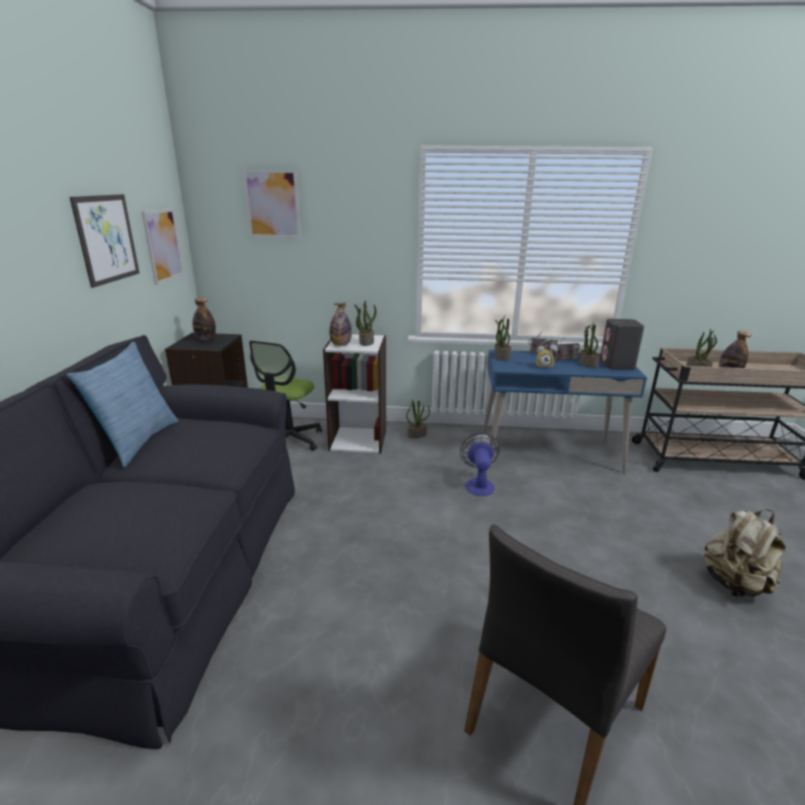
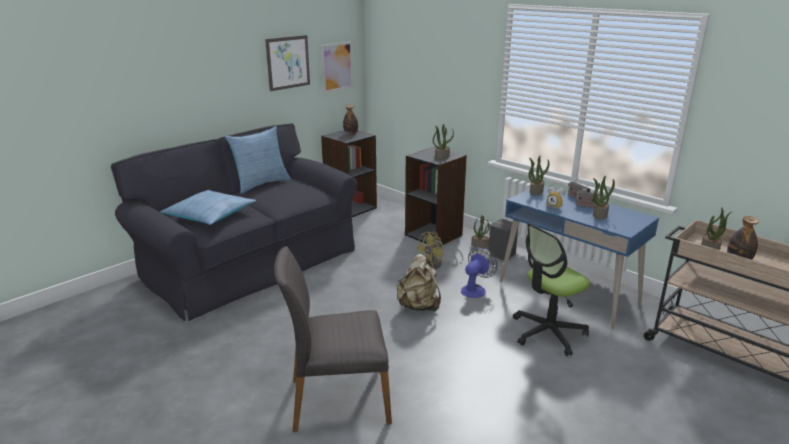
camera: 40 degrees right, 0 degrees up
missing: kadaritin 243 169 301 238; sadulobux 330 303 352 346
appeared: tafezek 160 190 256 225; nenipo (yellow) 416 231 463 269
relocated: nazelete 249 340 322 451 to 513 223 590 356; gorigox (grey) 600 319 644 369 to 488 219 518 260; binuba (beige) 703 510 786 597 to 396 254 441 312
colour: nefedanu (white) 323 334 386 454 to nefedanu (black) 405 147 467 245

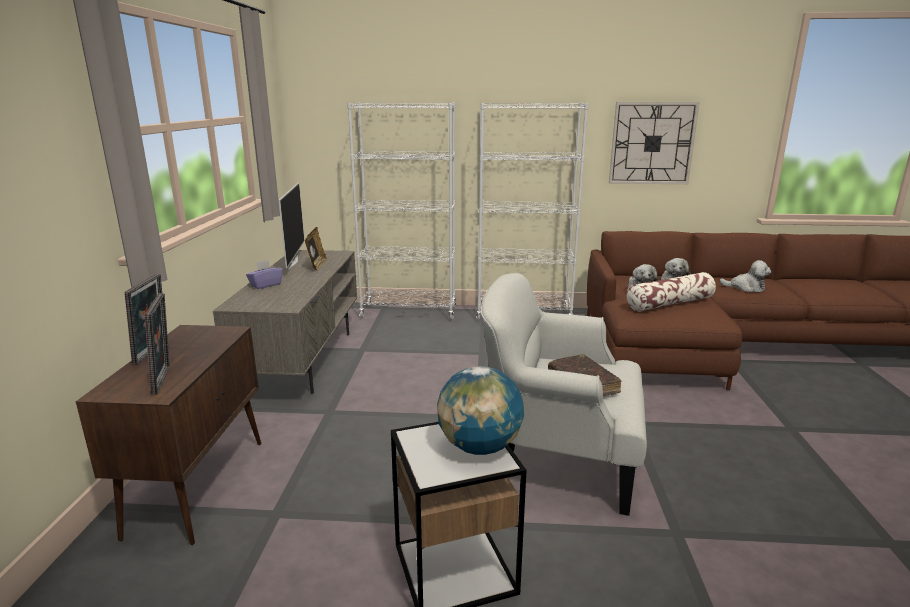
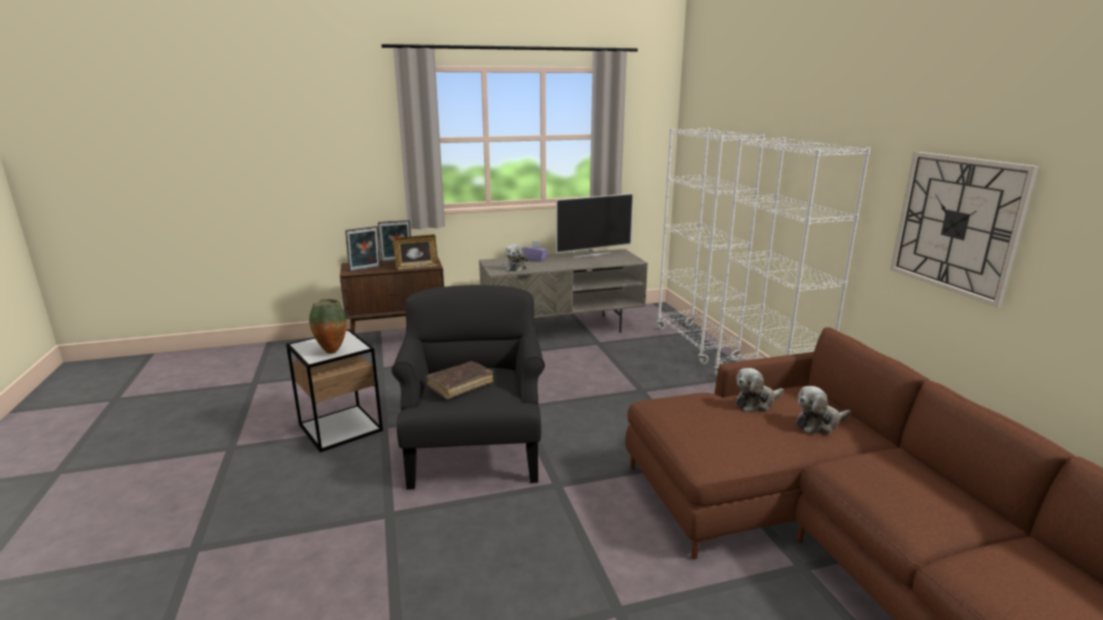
camera: 70 degrees right, 0 degrees up
missing: tafezek 627 272 716 312
relocated: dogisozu 305 227 328 271 to 393 234 439 270; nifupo 719 260 771 292 to 503 244 528 271
exchanged: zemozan 437 366 524 455 to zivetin 309 299 346 354
colour: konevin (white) 480 273 647 516 to konevin (black) 391 285 545 490

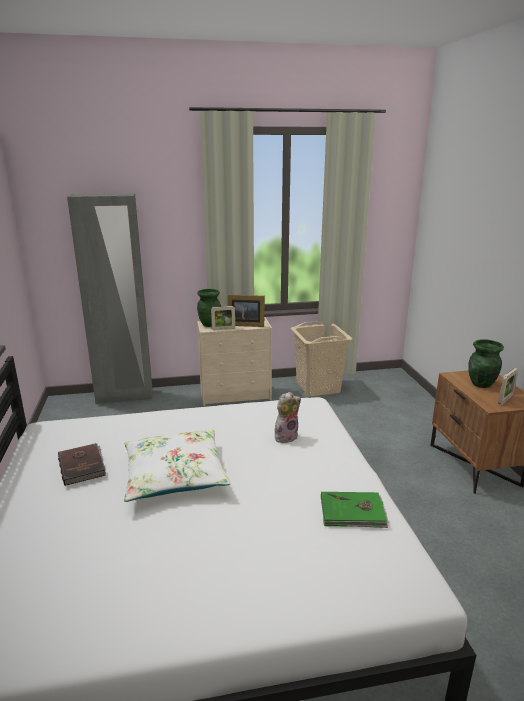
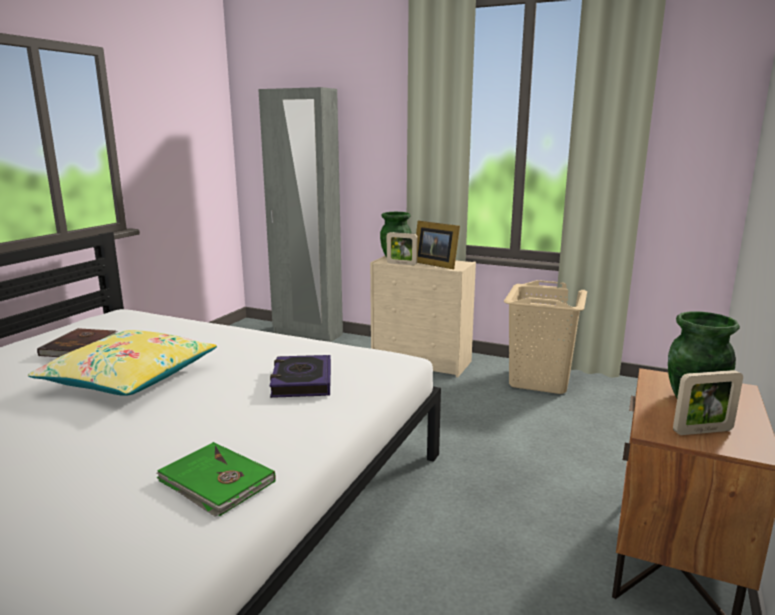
camera: 35 degrees right, 5 degrees down
exchanged: nifupo 275 392 301 443 to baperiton 270 355 331 398
colour: tafezek (white) 124 430 230 502 to tafezek (yellow) 28 330 217 396

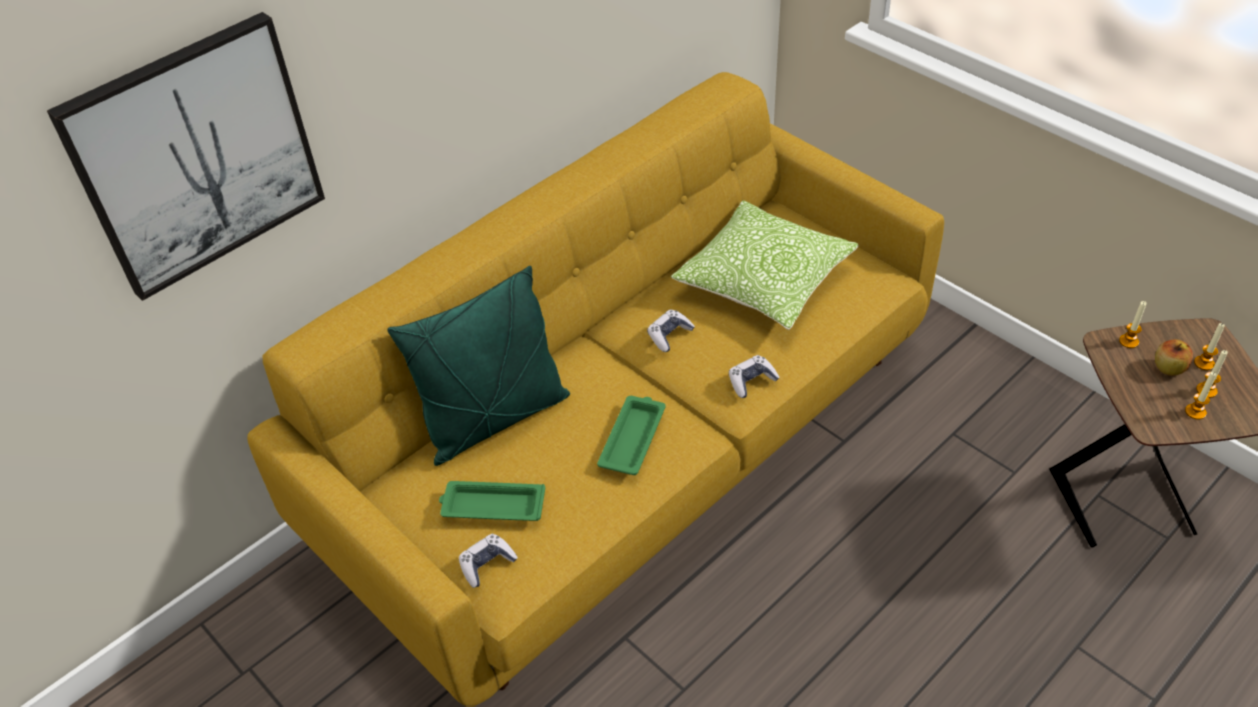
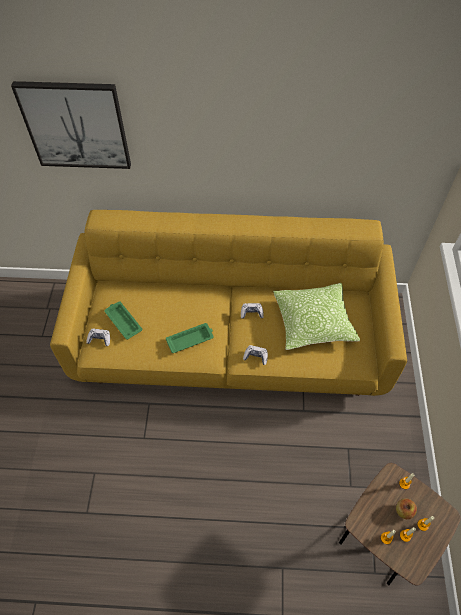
camera: 45 degrees right, 10 degrees up
missing: tafezek (green) 387 266 570 466

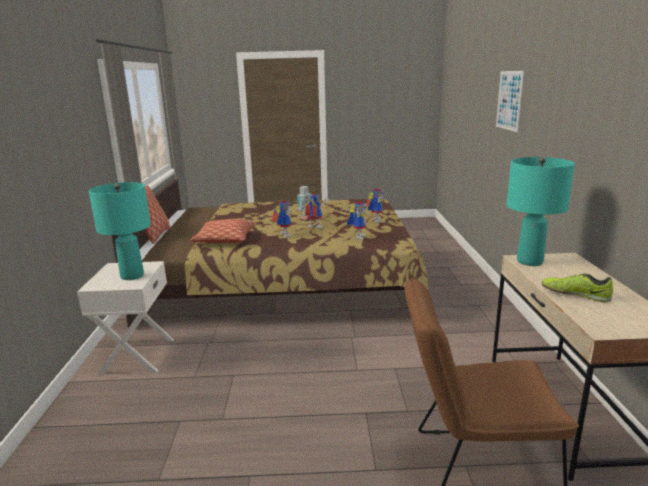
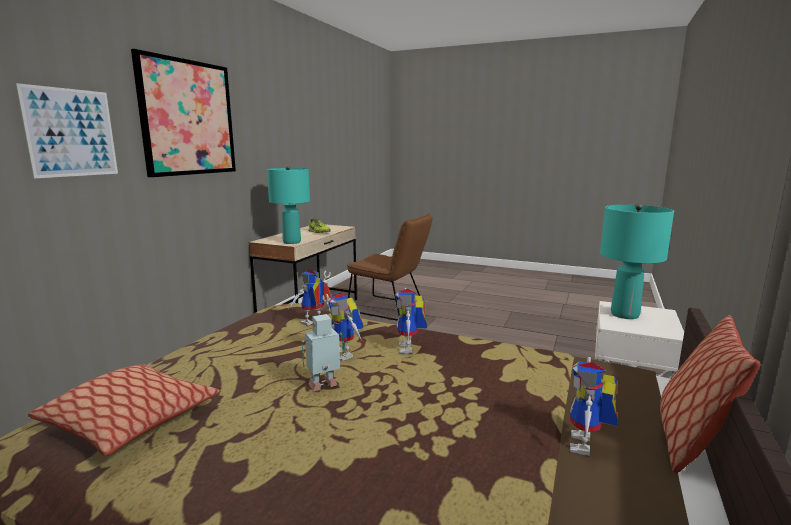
camera: 155 degrees left, 5 degrees down
appeared: kadaritin 131 49 236 177
relocated: tafezek 190 219 255 243 to 28 364 220 456; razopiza 366 189 384 223 to 570 357 618 456

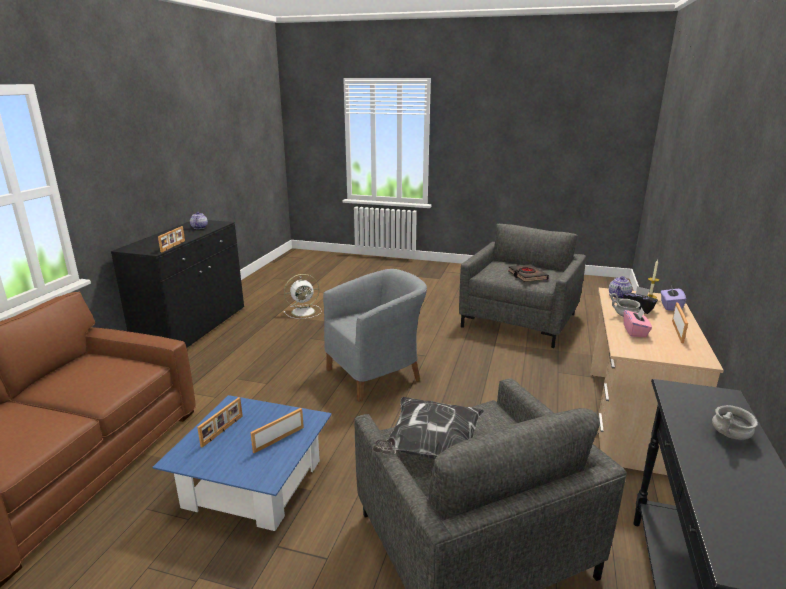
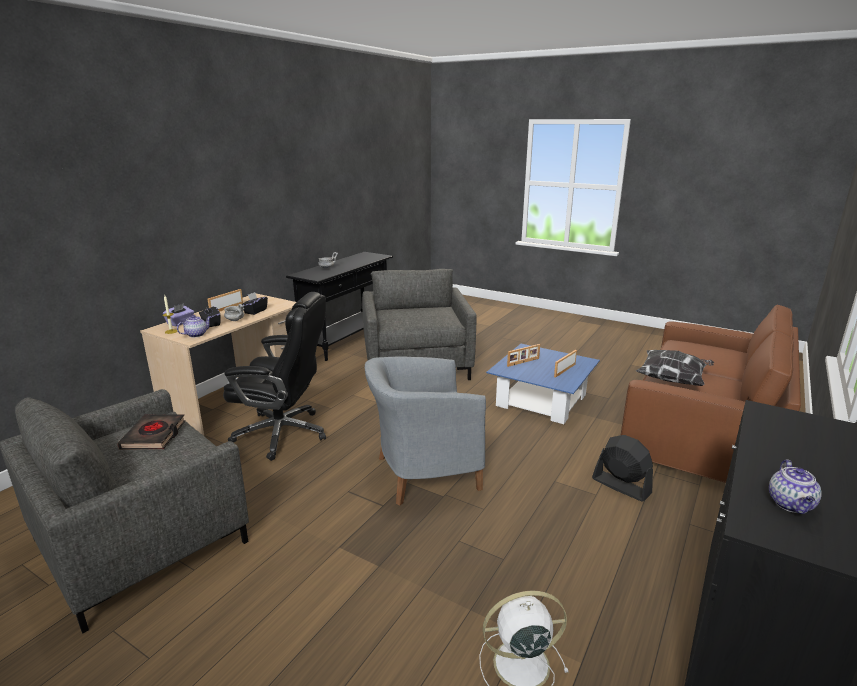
camera: 165 degrees left, 0 degrees up
missing: dogisozu 158 226 185 252
appeared: nazelete (black) 223 292 326 461; nenipo (black) 592 435 653 502
relocated: tafezek 372 397 484 459 to 636 350 714 386
colour: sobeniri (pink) 624 308 652 337 to sobeniri (black) 242 292 268 315

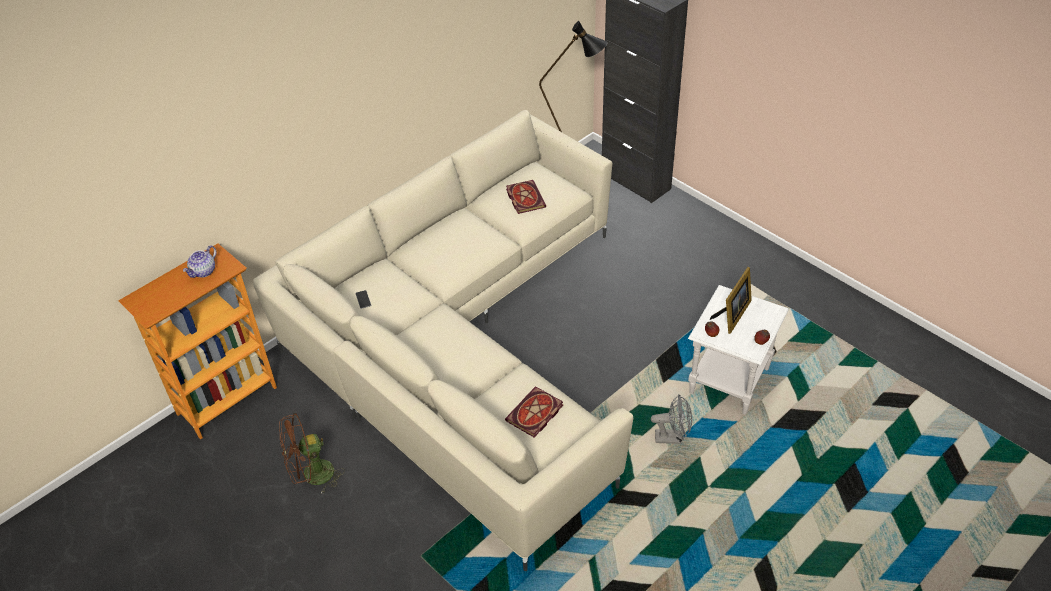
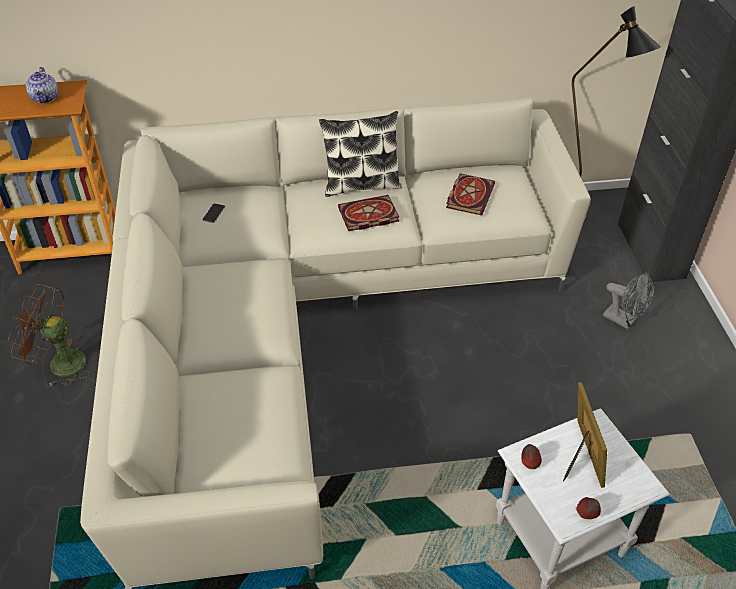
camera: 35 degrees right, 0 degrees up
appeared: tafezek 319 111 402 197
relocated: baperiton 505 386 563 437 to 338 195 399 231; nenipo (grey) 651 394 692 444 to 603 273 654 329
spun: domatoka 183 245 217 278 = 26 67 58 103 75 degrees counterclockwise; dogisozu 710 267 752 334 = 563 382 607 488 75 degrees counterclockwise

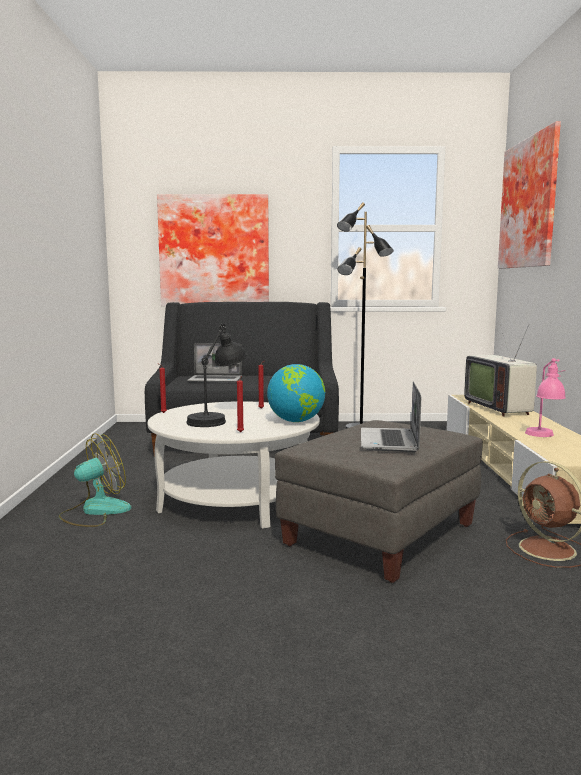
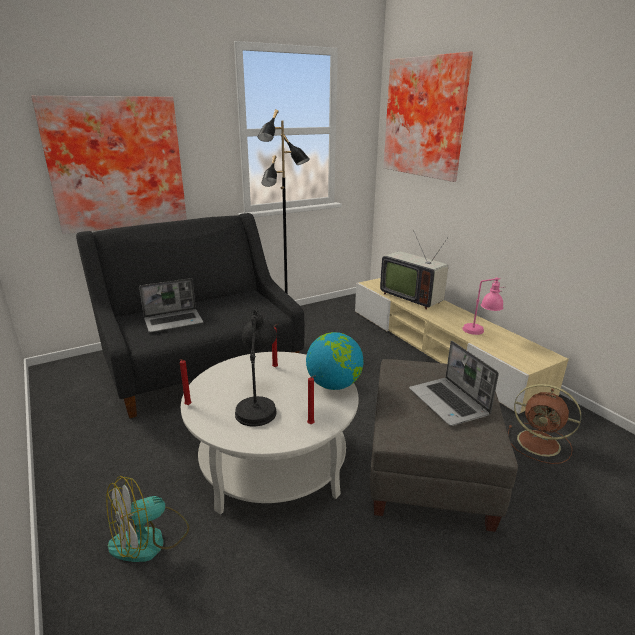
camera: 30 degrees left, 15 degrees up
spun: nenipo 59 433 131 527 = 106 476 189 562 150 degrees counterclockwise

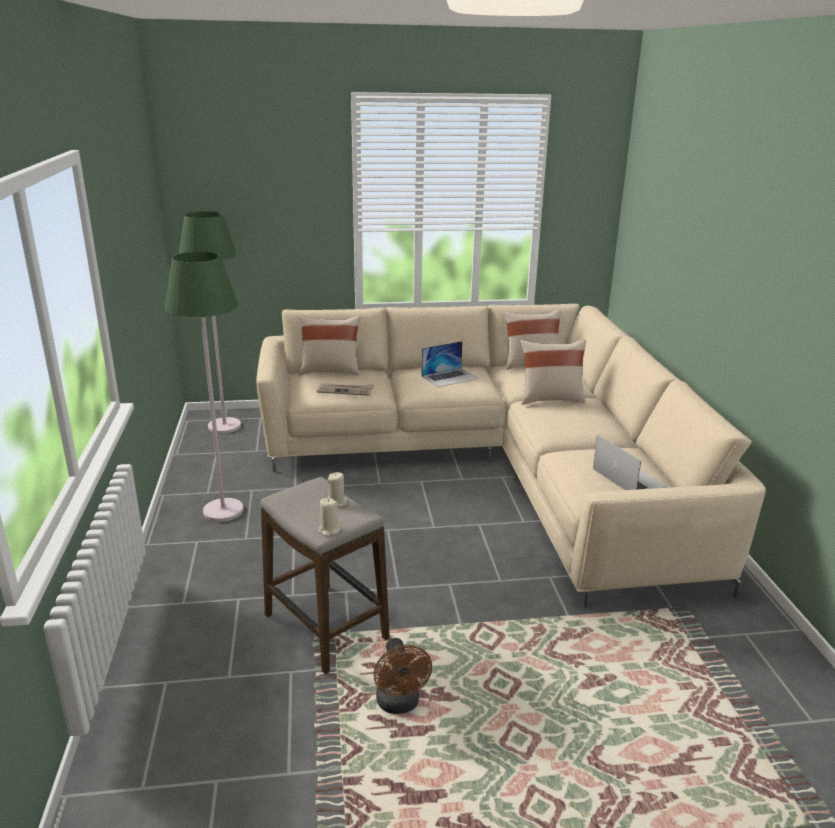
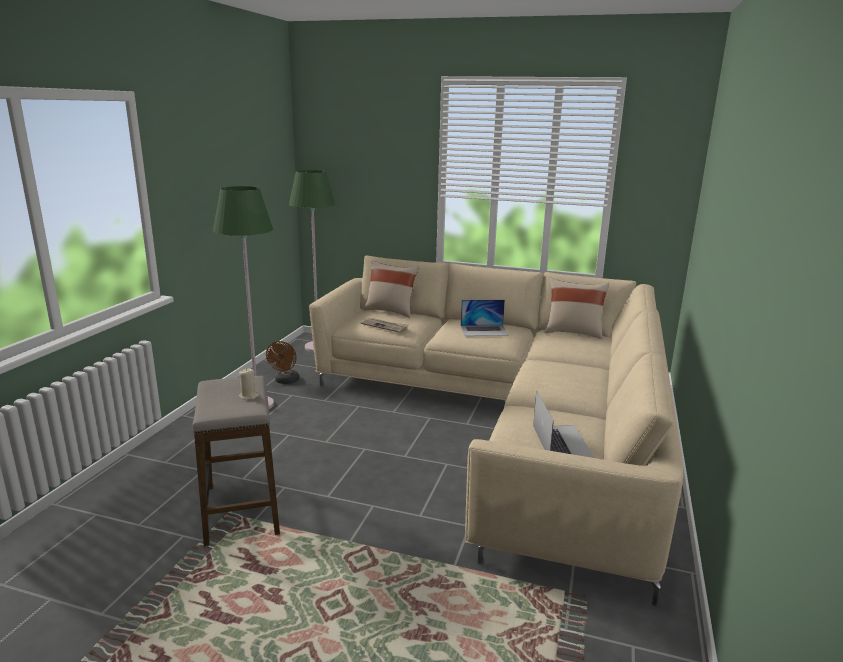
camera: 25 degrees right, 5 degrees down
missing: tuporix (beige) 318 498 341 536; tafezek (beige) 520 339 586 405
relocated: nenipo (brown) 374 638 432 714 to 266 341 299 384

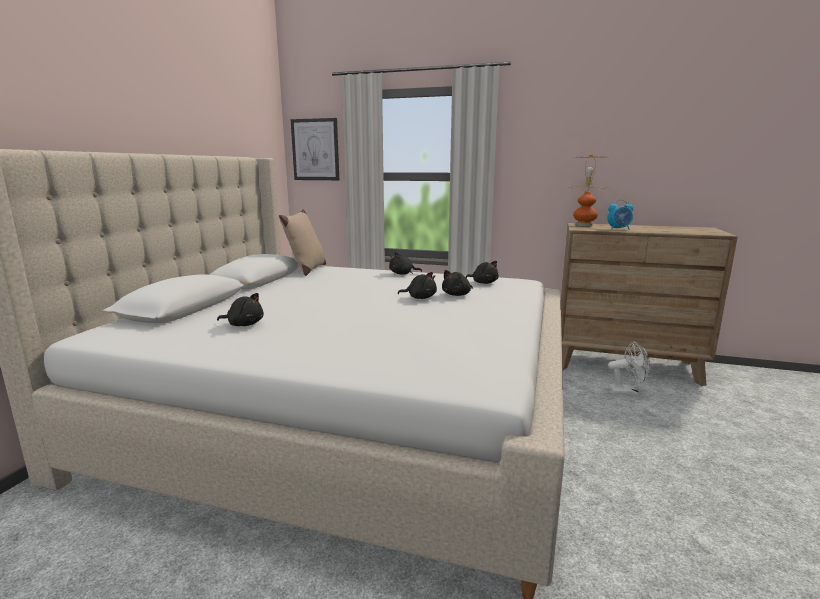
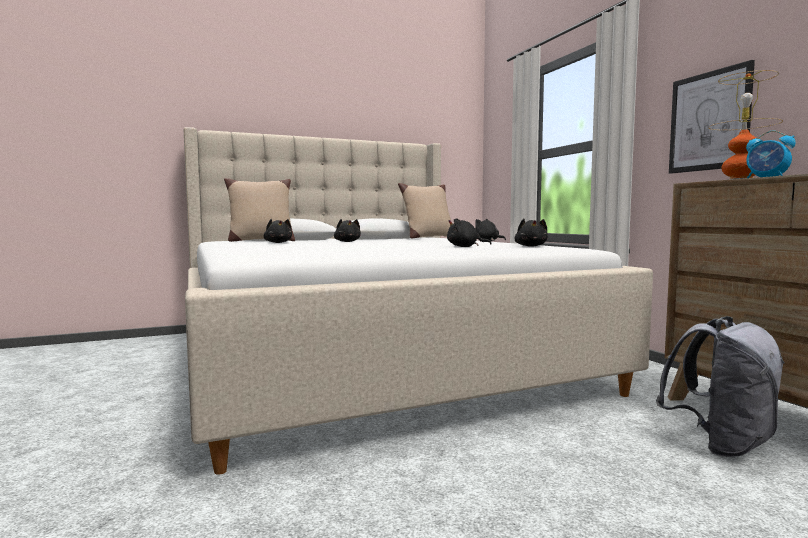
camera: 50 degrees right, 10 degrees down
appeared: tafezek (beige) 224 178 295 242
relocated: kadaritin 291 118 339 180 to 669 60 755 174; nifupo (black) 398 272 437 299 to 334 219 361 242
exchanged: nenipo (white) 608 341 650 395 to binuba (grey) 656 316 785 457

